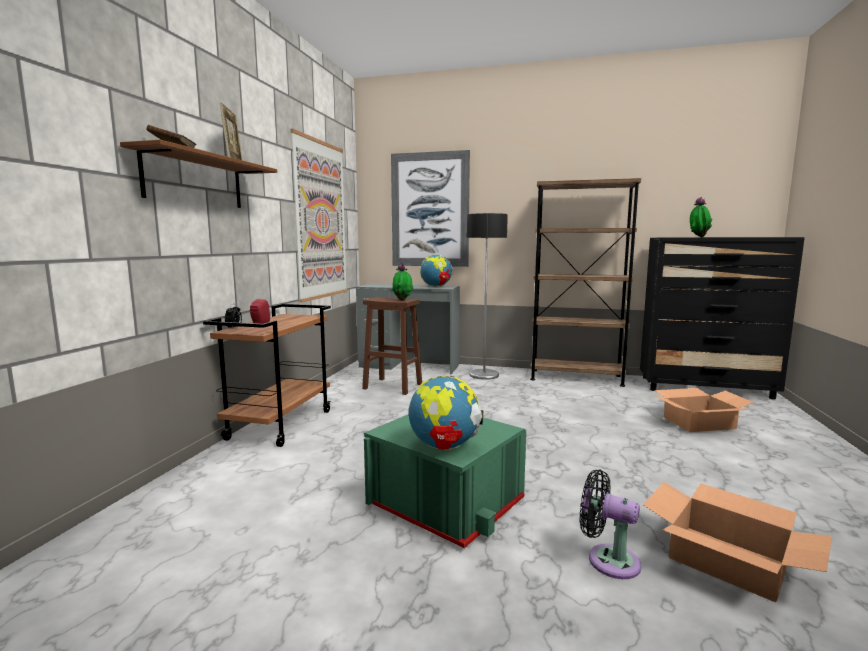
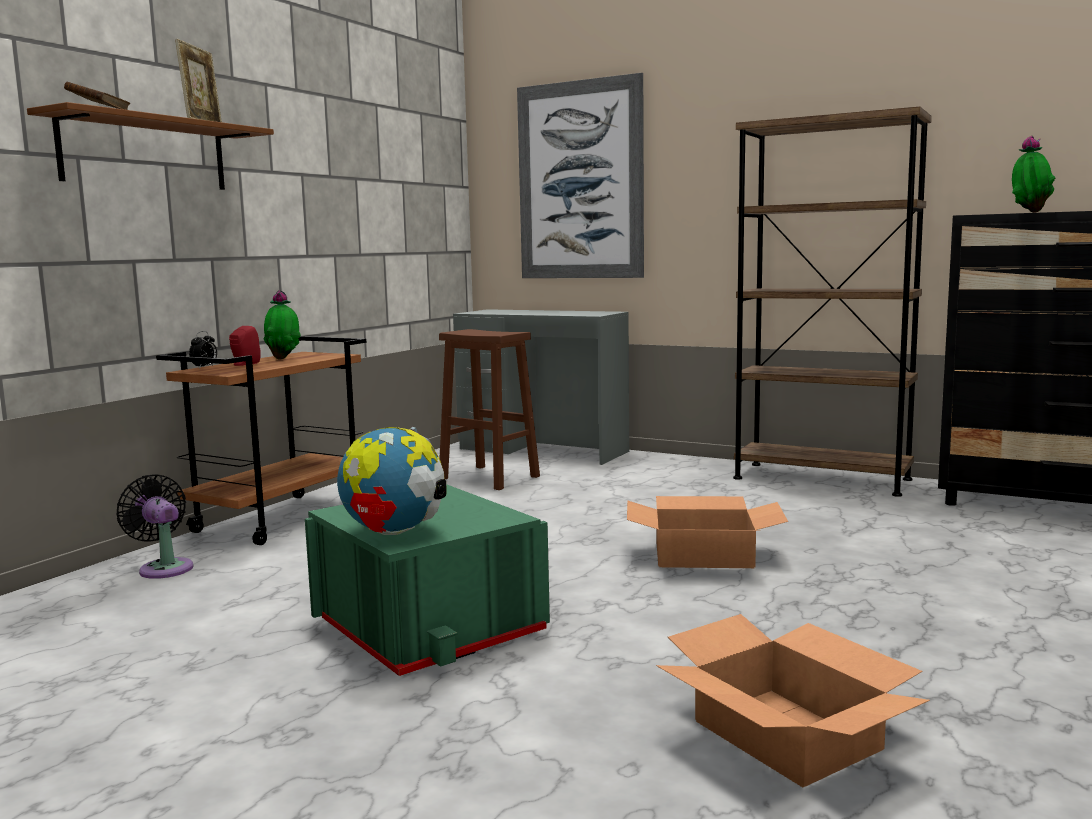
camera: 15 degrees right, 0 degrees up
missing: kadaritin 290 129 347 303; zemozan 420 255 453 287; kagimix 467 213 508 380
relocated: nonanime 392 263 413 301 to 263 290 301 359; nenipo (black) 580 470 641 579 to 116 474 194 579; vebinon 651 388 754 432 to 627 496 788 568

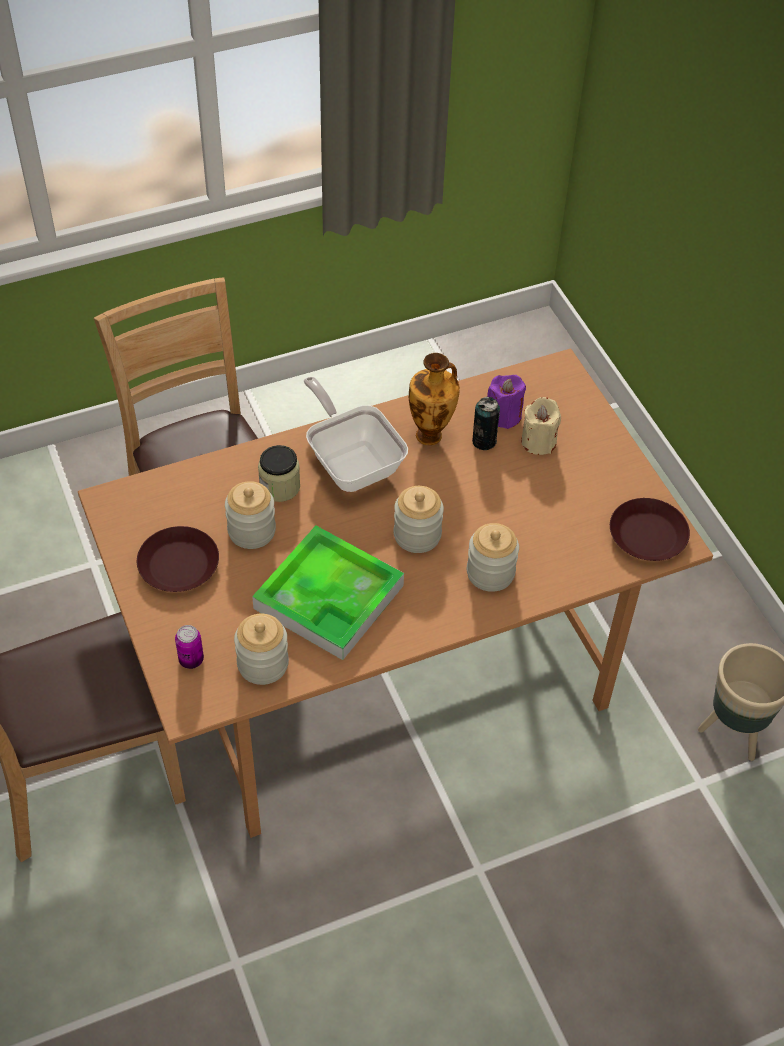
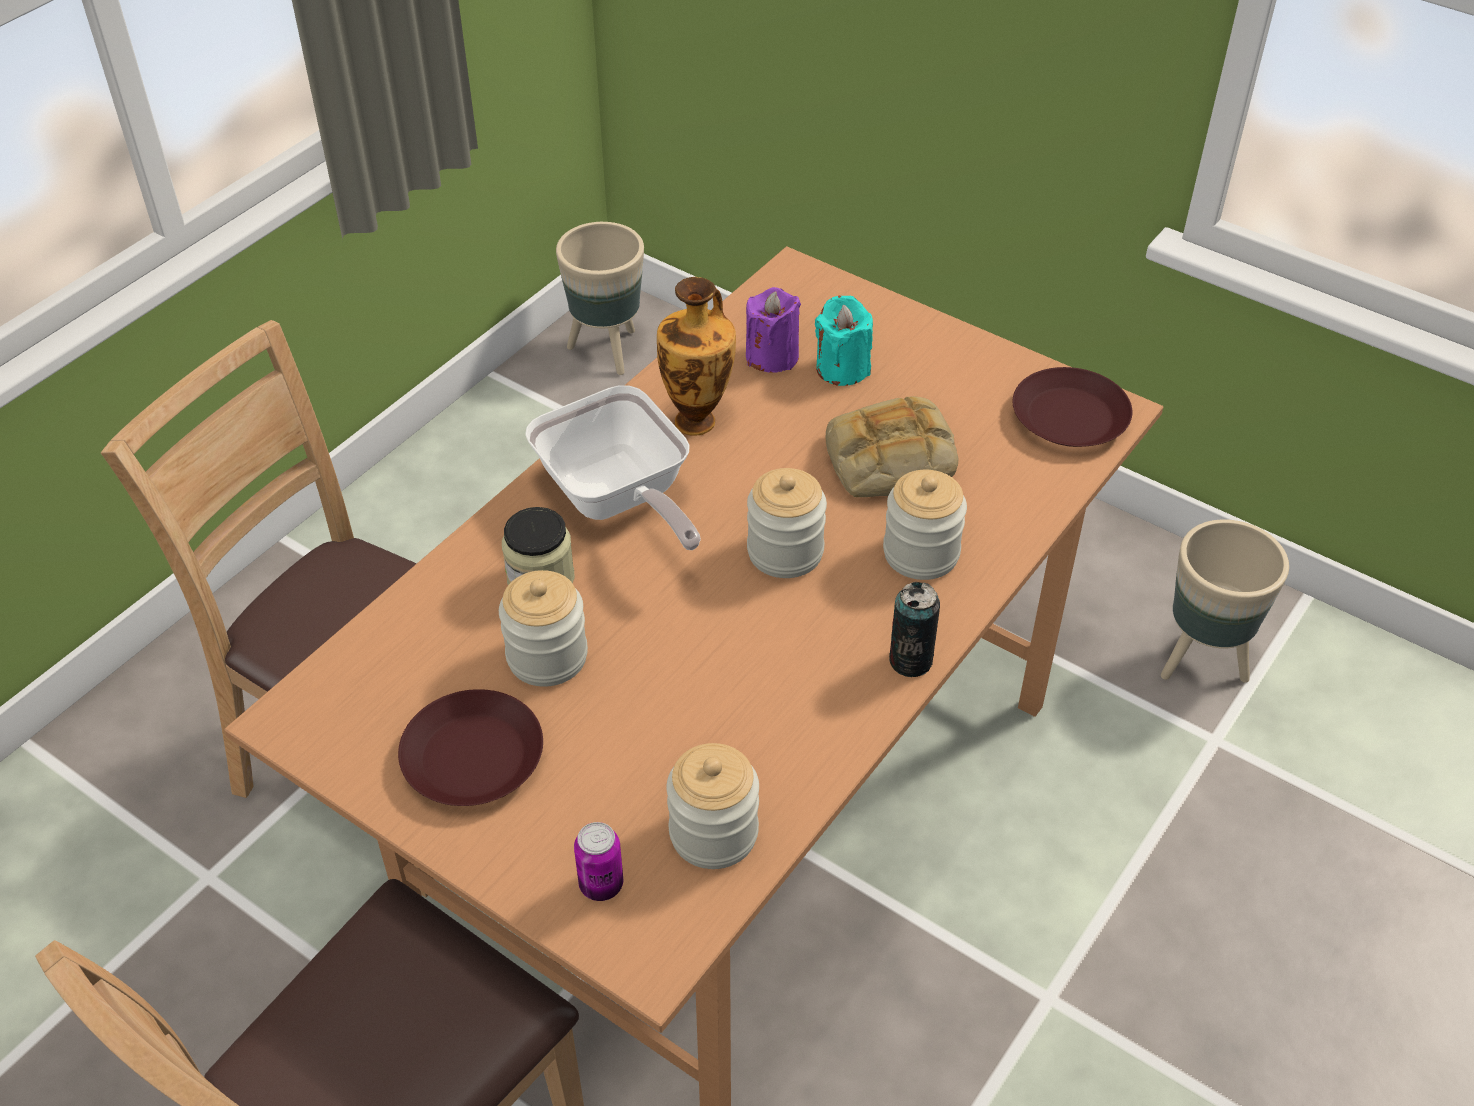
camera: 30 degrees left, 5 degrees down
missing: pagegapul 252 525 404 660
appeared: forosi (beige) 556 222 644 375; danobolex 825 396 958 497
relocated: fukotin 472 397 500 450 to 889 582 940 677
colour: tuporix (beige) 521 397 561 455 to tuporix (turquoise) 815 295 873 386
spun: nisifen 304 377 408 492 = 525 385 701 550 150 degrees counterclockwise

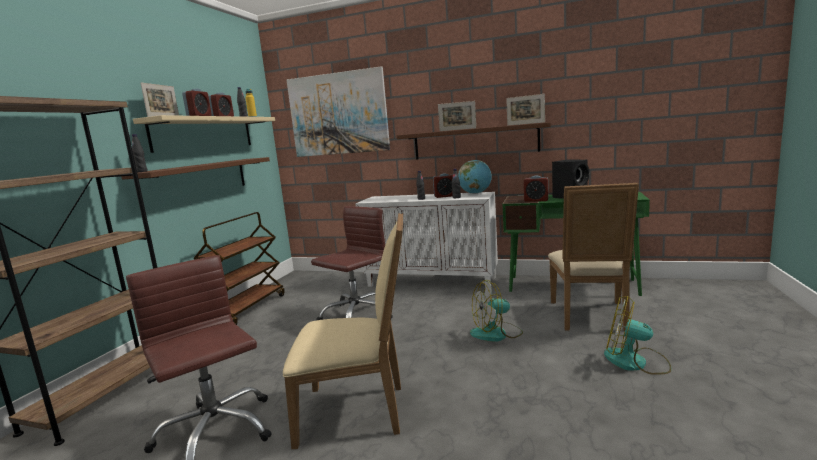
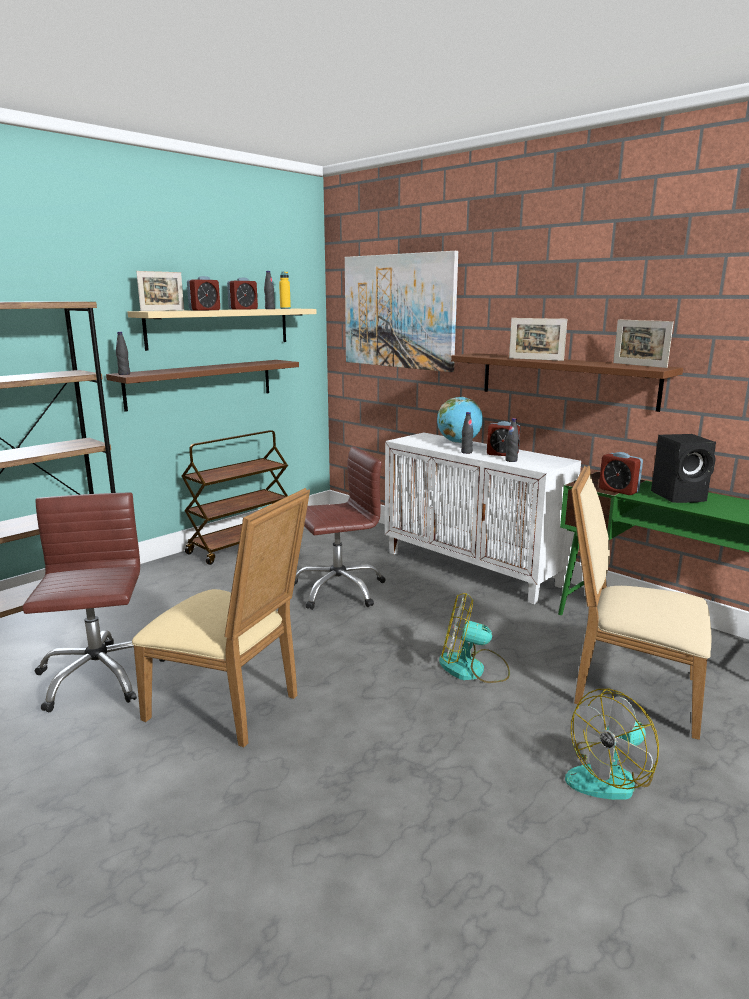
camera: 25 degrees right, 5 degrees up
relocated: zemozan 458 160 492 194 to 437 397 483 443
spun: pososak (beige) 548 183 639 332 = 571 466 711 740 75 degrees clockwise; nenipo 604 296 672 375 = 565 689 659 800 90 degrees counterclockwise

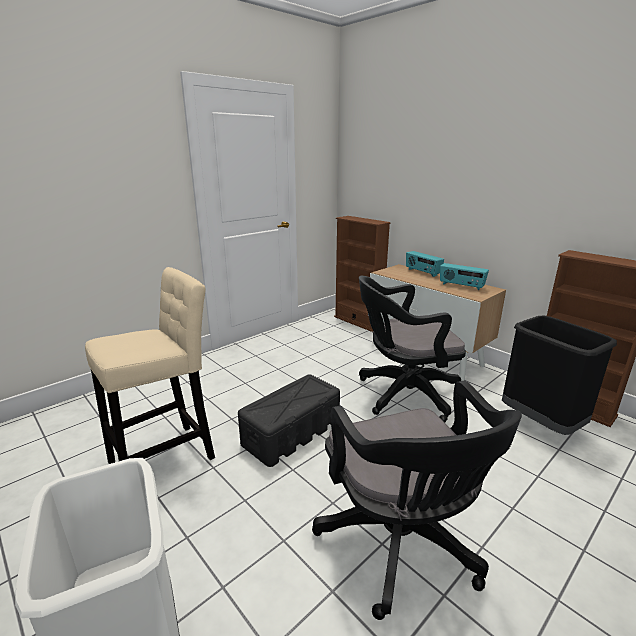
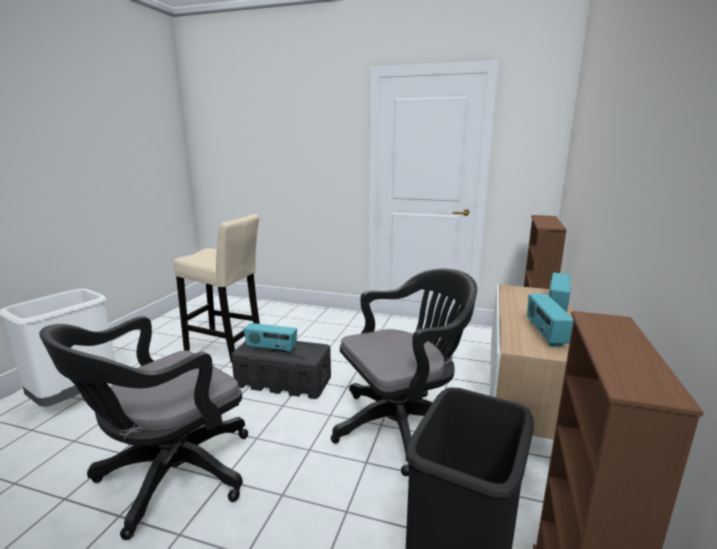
camera: 60 degrees right, 5 degrees down
appeared: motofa 244 323 297 353
spun: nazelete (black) 359 276 466 423 = 331 268 477 476 105 degrees clockwise

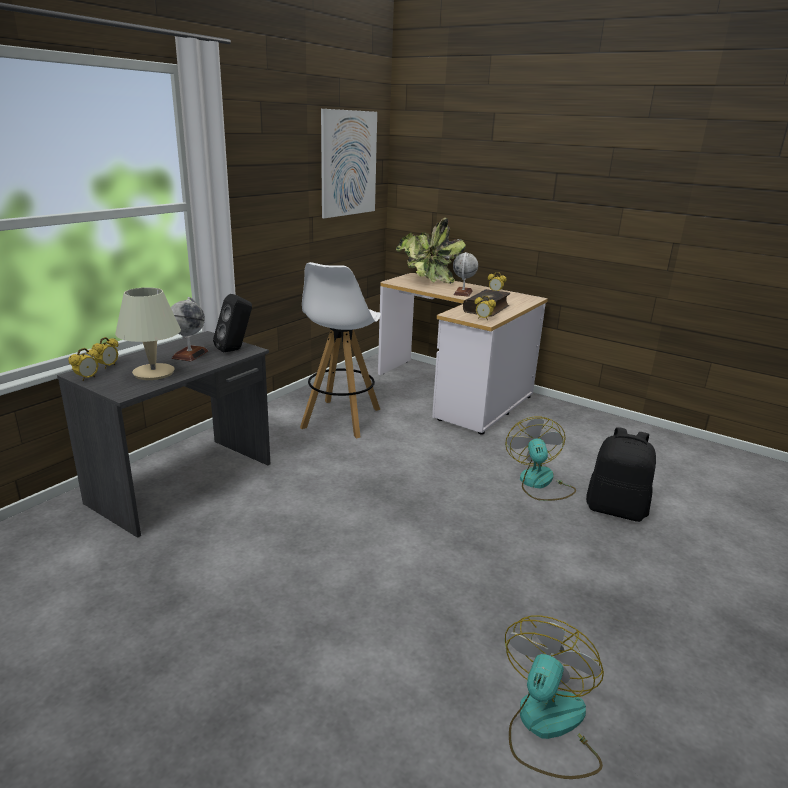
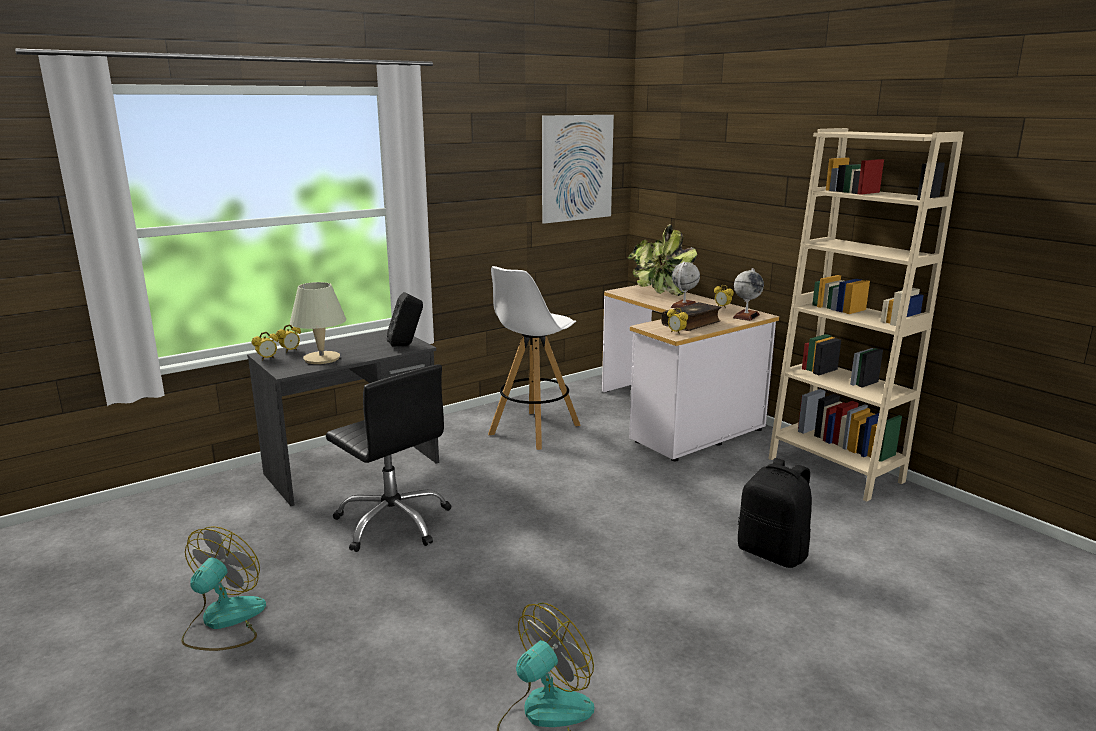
camera: 20 degrees right, 5 degrees down
appeared: nazelete (black) 326 364 451 552; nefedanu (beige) 768 128 964 502
relocated: zemozan 171 297 208 362 to 733 268 764 321; nenipo 505 417 576 501 to 181 526 266 651

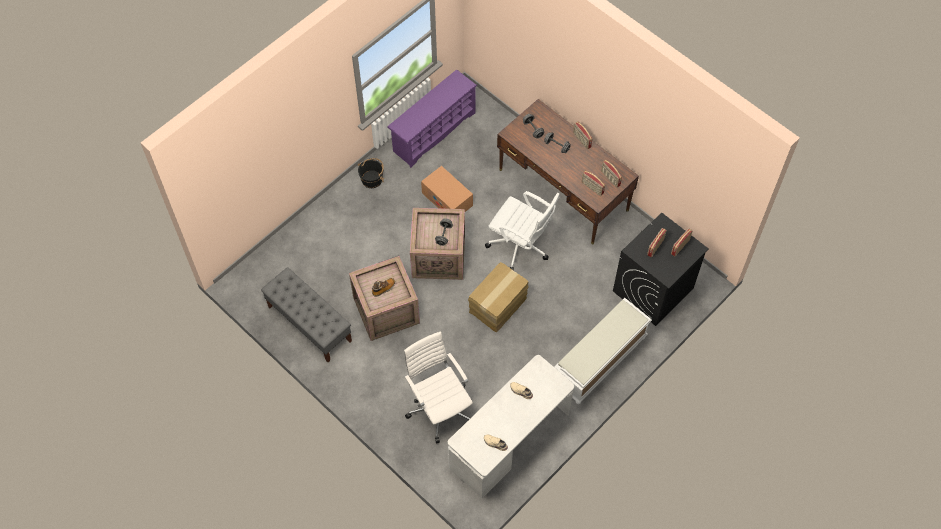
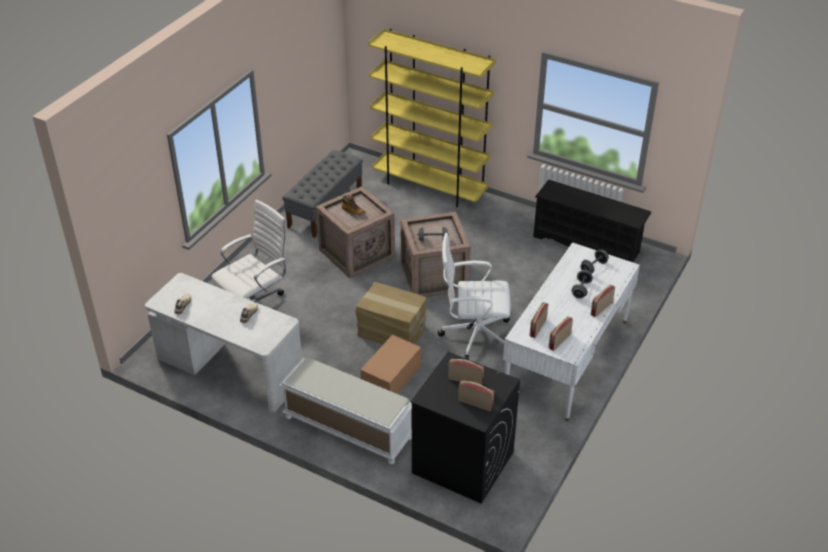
camera: 75 degrees right, 20 degrees down
missing: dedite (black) 358 158 384 188
appeared: nefedanu (yellow) 368 29 496 207
relocated: vebinon 421 166 473 212 to 360 335 421 394
colour: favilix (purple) 387 69 477 168 to favilix (black) 533 180 651 262; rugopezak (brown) 497 99 639 245 to rugopezak (white) 503 242 640 421
spun: nazelete (white) 485 191 560 271 = 438 233 510 360 75 degrees clockwise

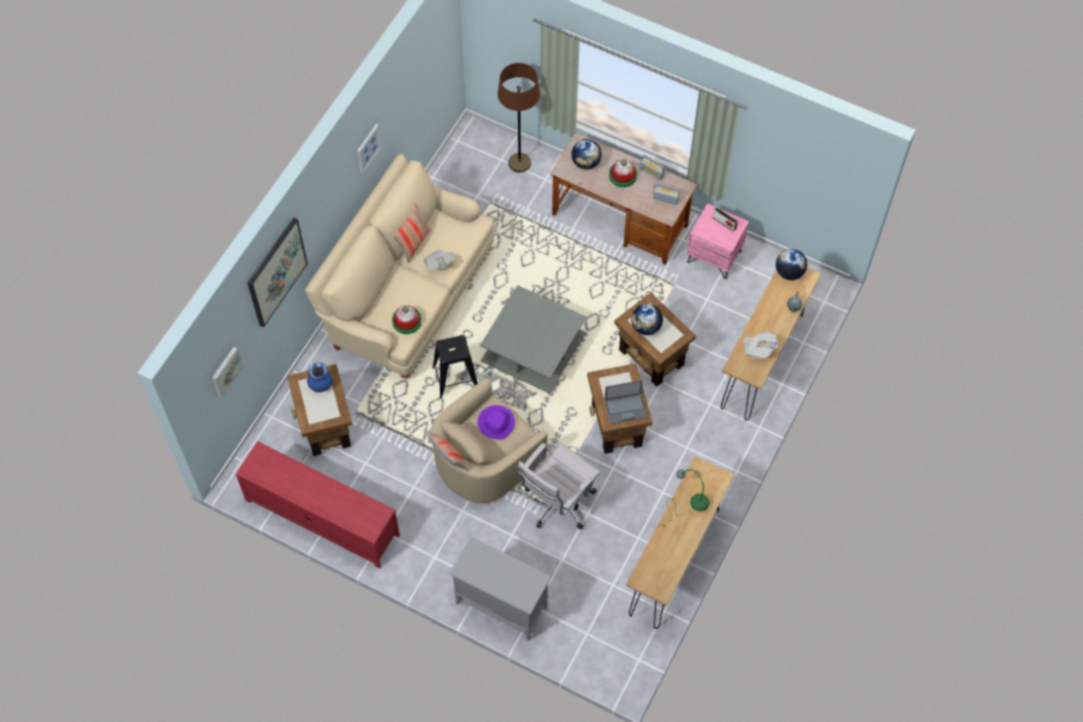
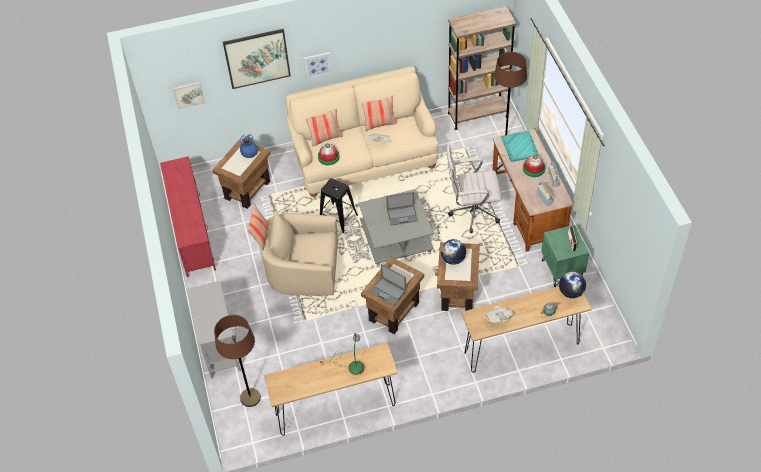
camera: 50 degrees right, 10 degrees down
missing: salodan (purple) 477 405 515 440
appeared: kagimix (brown) 214 315 261 407; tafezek 306 109 343 147; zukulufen 386 192 418 226; nefedanu (brown) 448 6 516 130
relocated: kadaritin 357 124 382 174 to 303 52 333 80; nazelete (white) 518 442 600 529 to 447 143 501 233
exchanged: zemozan 571 139 602 170 to pagegapul (turquoise) 501 131 539 162
colour: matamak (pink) 687 203 749 279 to matamak (green) 541 225 589 287

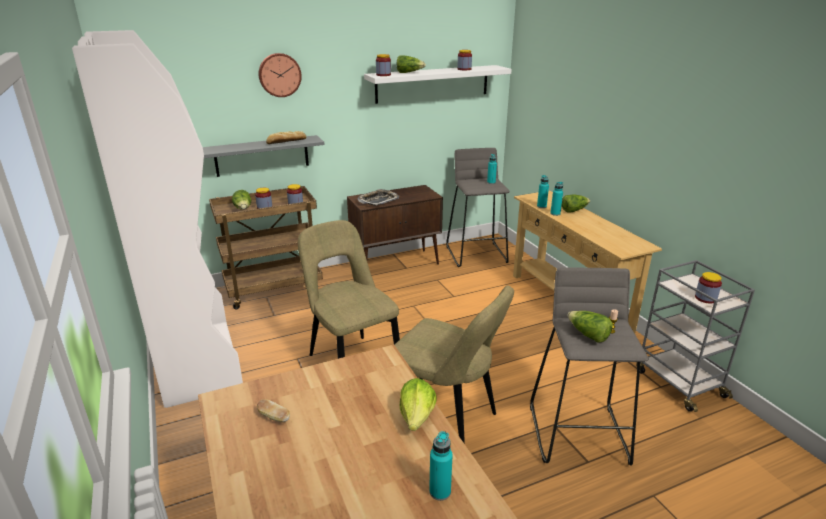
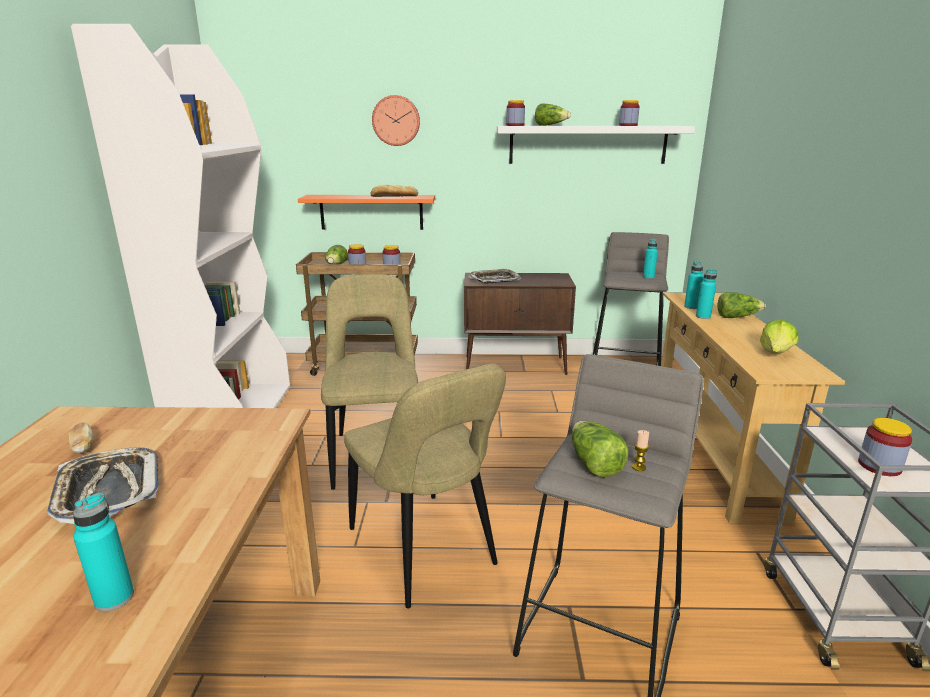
camera: 25 degrees right, 5 degrees down
appeared: pagegapul 47 448 159 524
relocated: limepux 400 378 437 431 to 760 319 799 353
colour: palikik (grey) 203 135 325 177 to palikik (orange) 298 195 435 230

